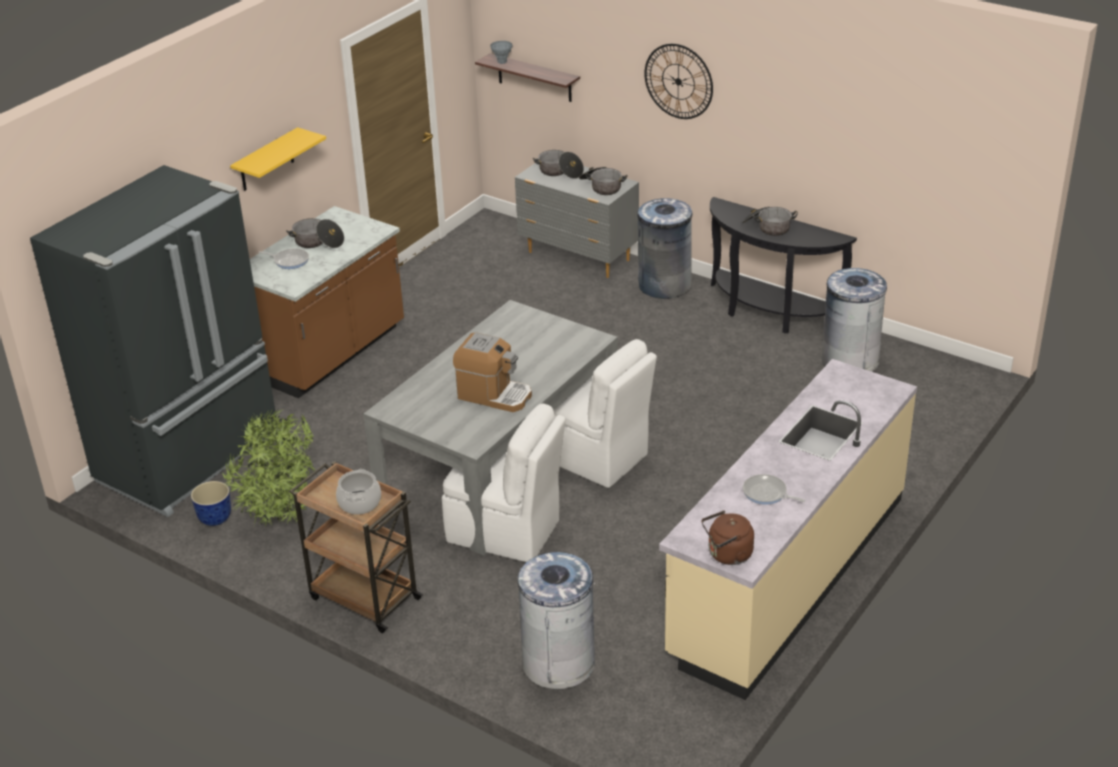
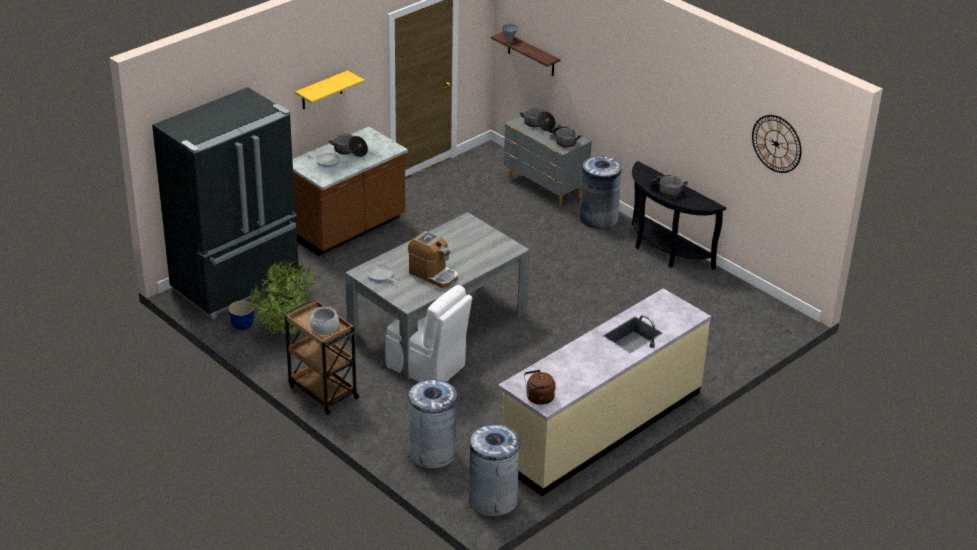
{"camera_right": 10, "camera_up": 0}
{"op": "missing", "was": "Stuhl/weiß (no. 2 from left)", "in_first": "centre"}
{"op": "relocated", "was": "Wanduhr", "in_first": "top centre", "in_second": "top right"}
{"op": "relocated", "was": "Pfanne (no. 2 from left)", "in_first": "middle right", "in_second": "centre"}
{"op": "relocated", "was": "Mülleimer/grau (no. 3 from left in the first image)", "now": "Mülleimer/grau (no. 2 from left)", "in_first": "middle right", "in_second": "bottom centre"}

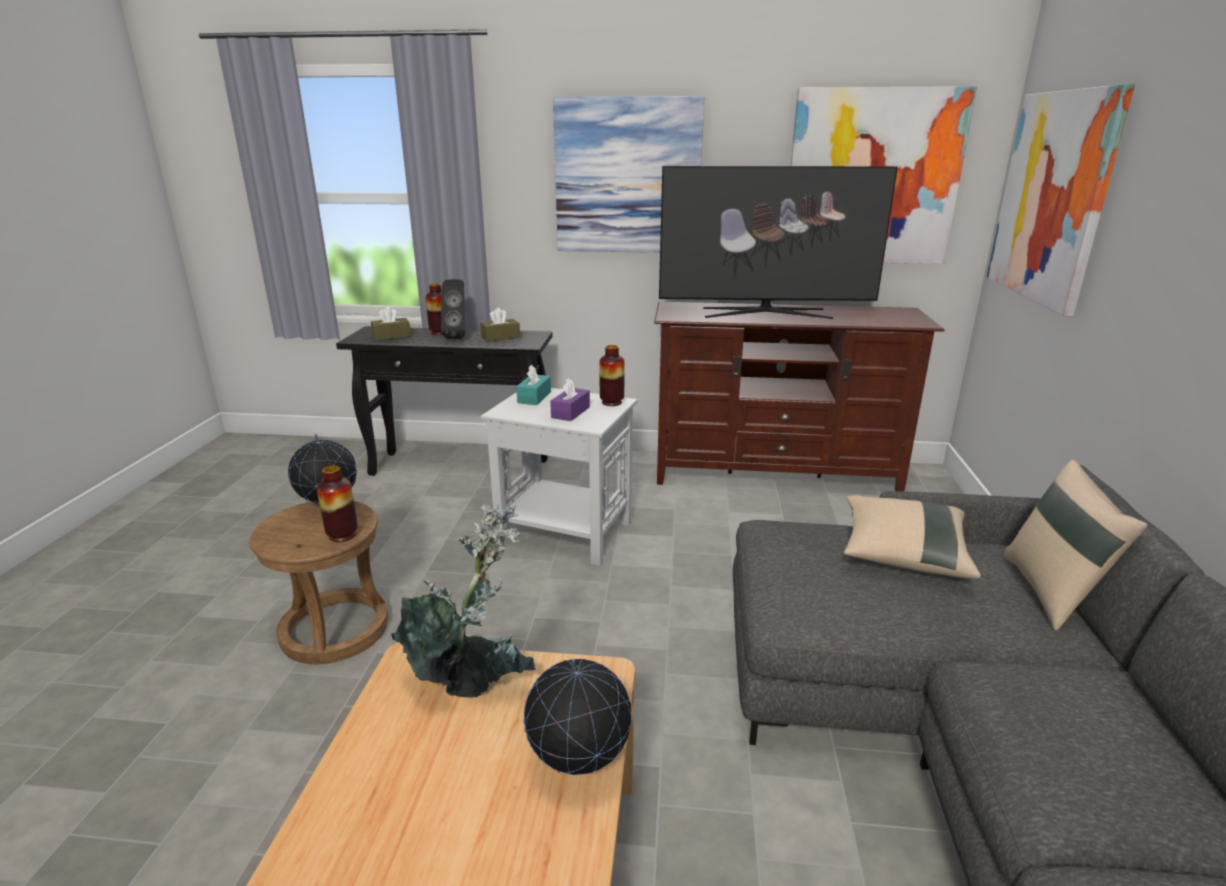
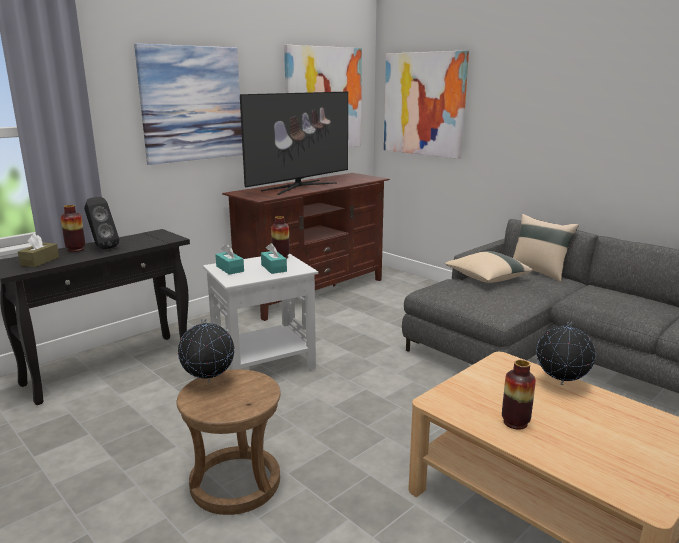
{"camera_right": -50, "camera_up": -5}
{"op": "relocated", "was": "Vase (no. 1 from left in the first image)", "now": "Vase (no. 3 from left)", "in_first": "middle left", "in_second": "bottom right"}
{"op": "missing", "was": "Topfpflanze", "in_first": "bottom centre"}
{"op": "missing", "was": "Taschentuchbox/braun (no. 2 from left)", "in_first": "centre"}
{"op": "colour", "was": "Taschentuchbox/lila", "now": "Taschentuchbox/türkis (no. 2 from left)", "in_first": "centre", "in_second": "centre"}

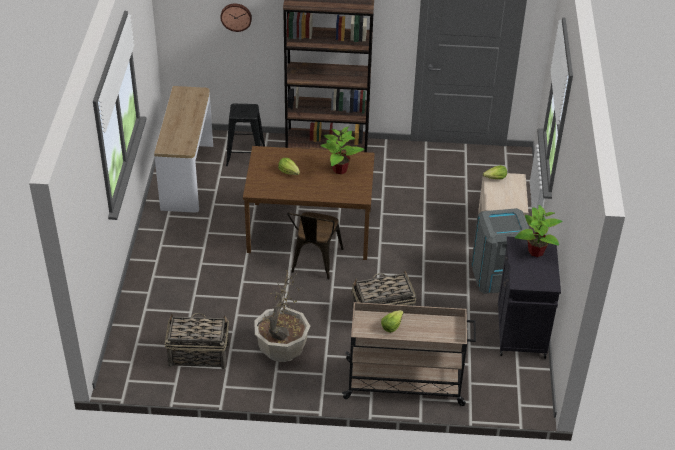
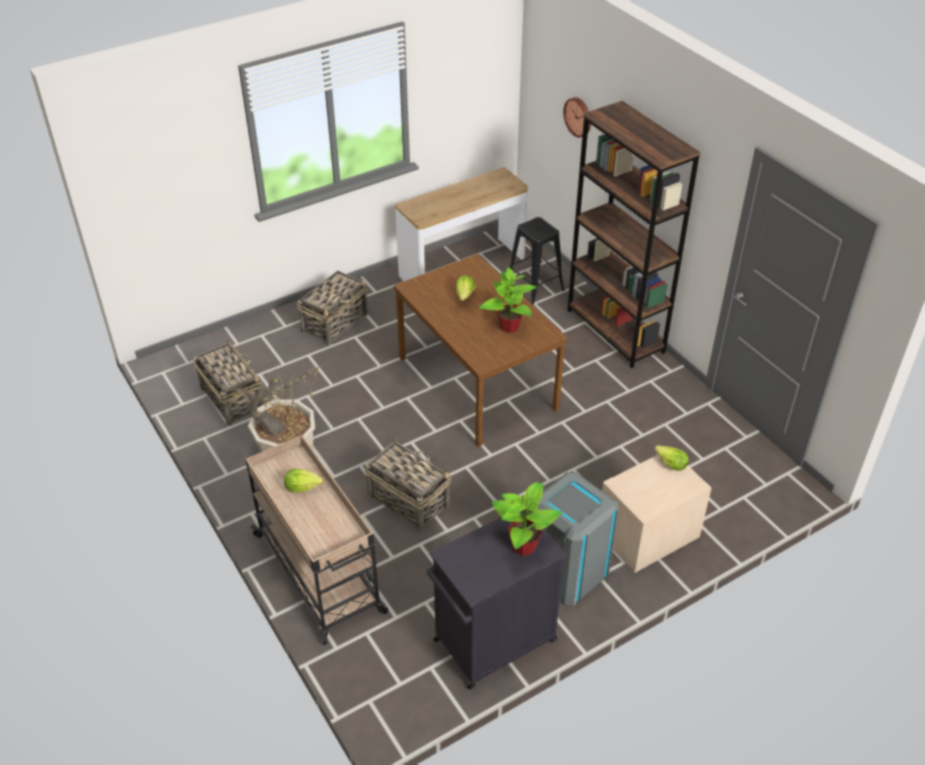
{"camera_right": 55, "camera_up": 0}
{"op": "missing", "was": "Stuhl/braun", "in_first": "centre"}
{"op": "appeared", "now": "Korb (no. 2 from left)", "in_second": "centre"}

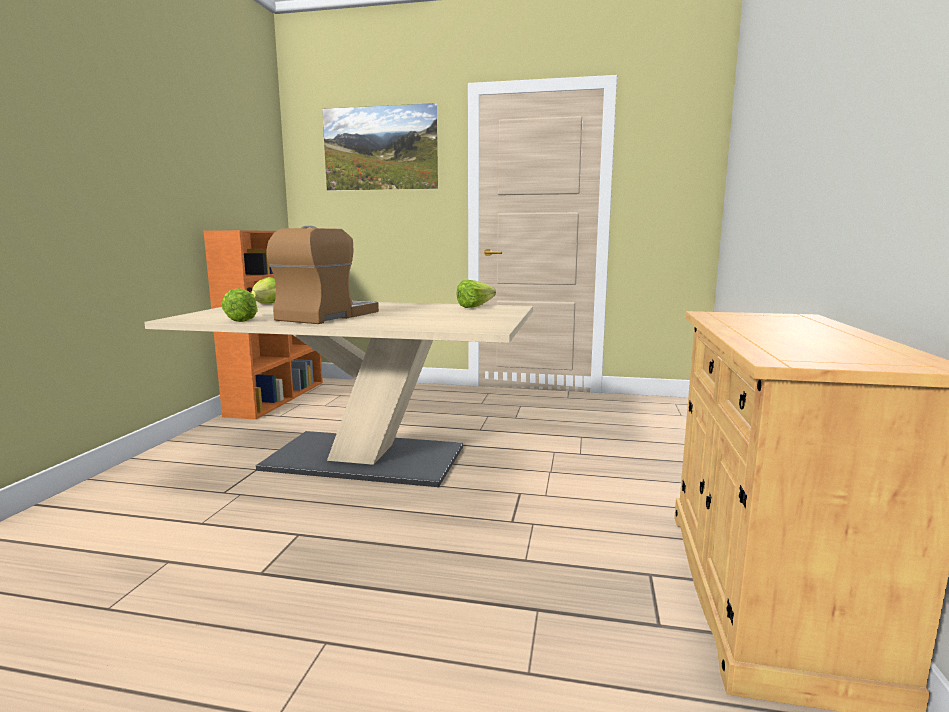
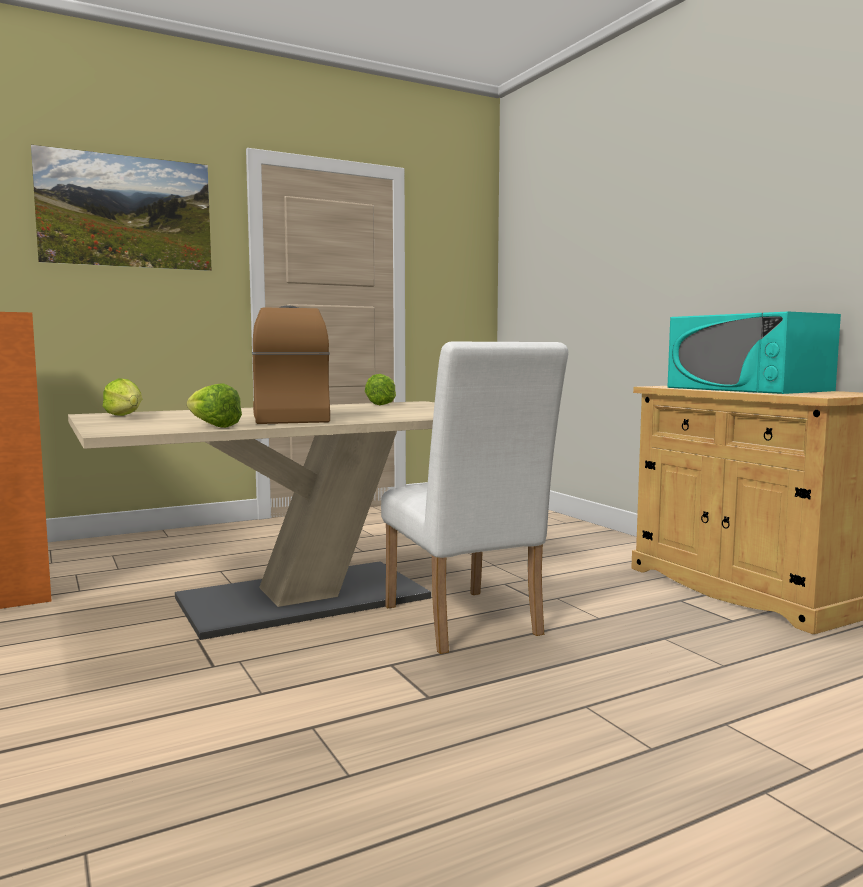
{"camera_right": -40, "camera_up": -5}
{"op": "appeared", "now": "Stuhl/weiß", "in_second": "centre"}
{"op": "appeared", "now": "Mikrowelle/türkis", "in_second": "middle right"}

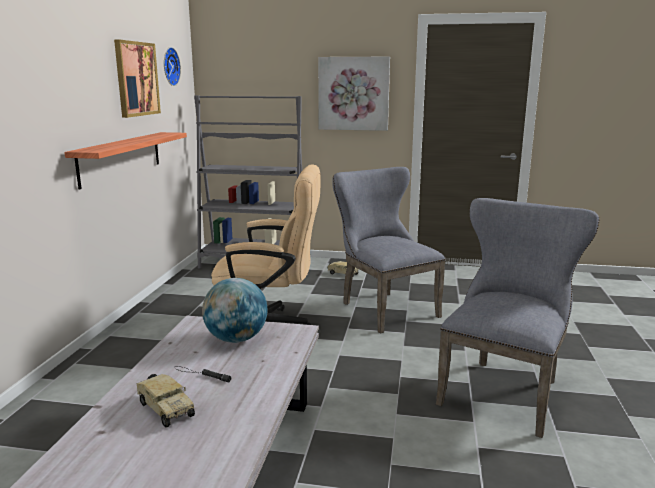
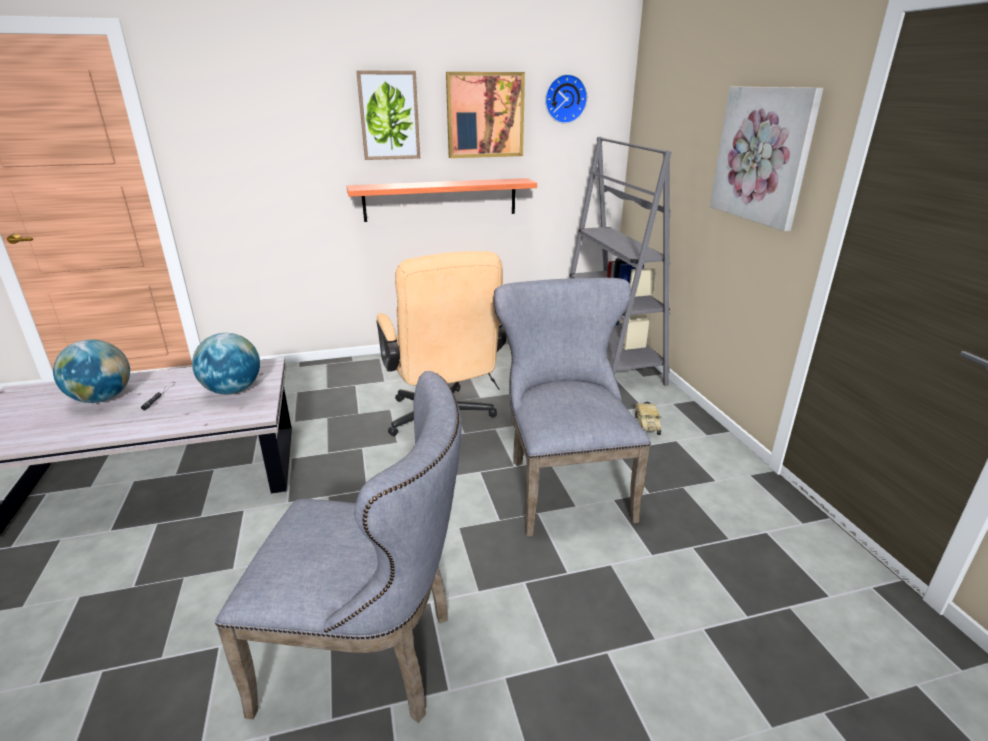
{"camera_right": 65, "camera_up": 10}
{"op": "exchanged", "was": "Spielzeuglaster (no. 1 from left)", "now": "Globus (no. 1 from left)", "in_first": "bottom left", "in_second": "middle left"}
{"op": "spun", "was": "Stuhl/grau (no. 1 from left in the first image)", "in_first": "centre", "in_second": "centre", "clockwise": -45}
{"op": "appeared", "now": "Bild (no. 1 from left)", "in_second": "top centre"}

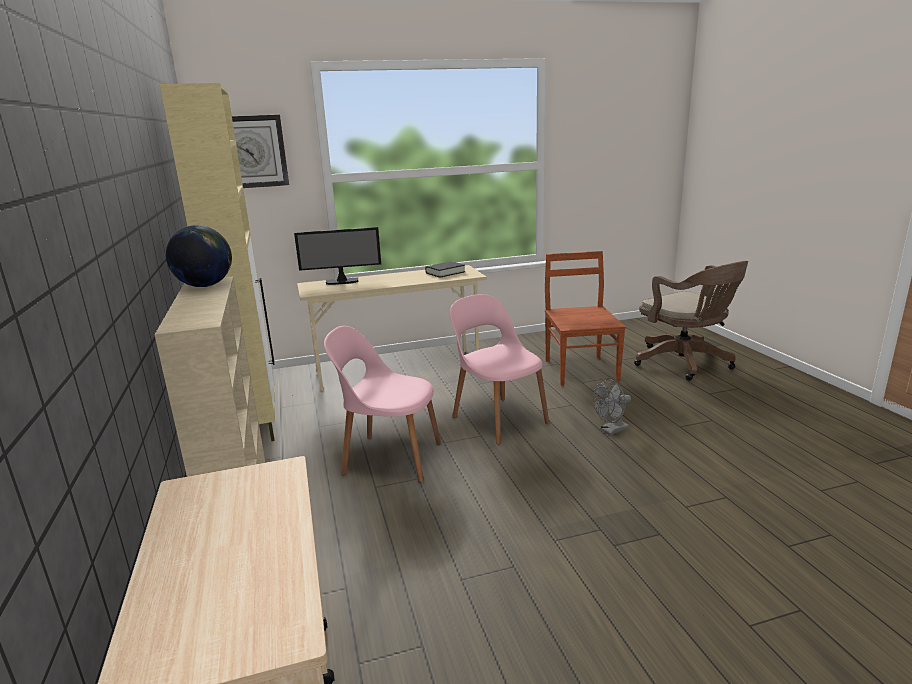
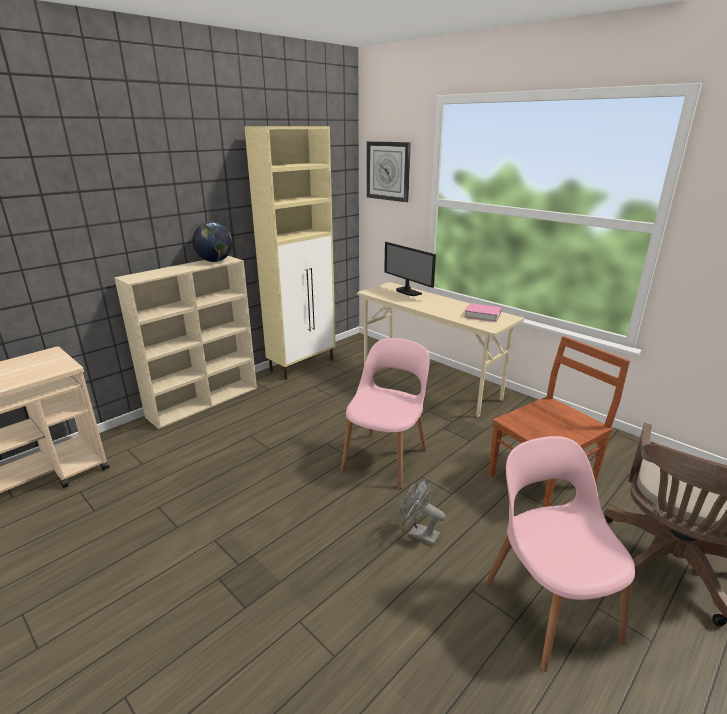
{"camera_right": 60, "camera_up": 5}
{"op": "relocated", "was": "Stuhl/rosa (no. 1 from left in the first image)", "now": "Stuhl/rosa (no. 2 from left)", "in_first": "centre", "in_second": "bottom right"}
{"op": "colour", "was": "Buch/schwarz", "now": "Buch/rosa", "in_first": "centre", "in_second": "centre"}

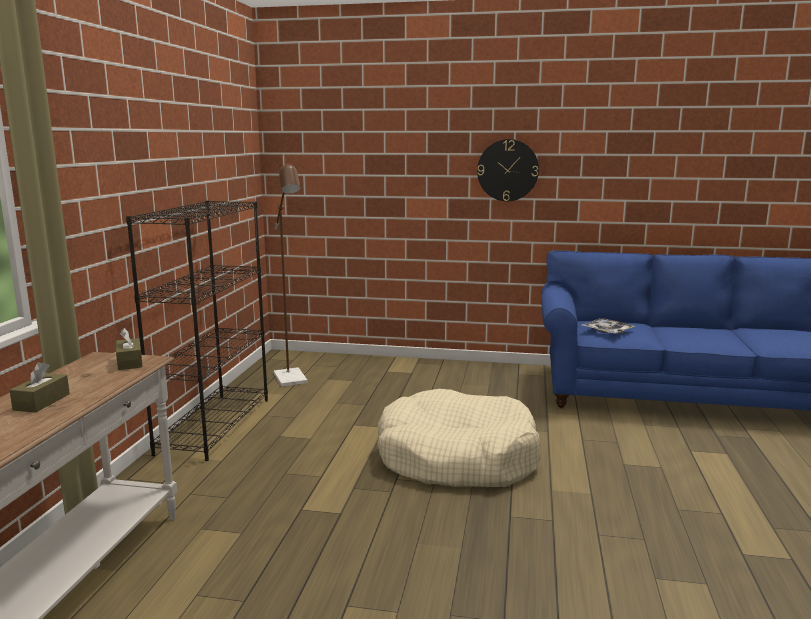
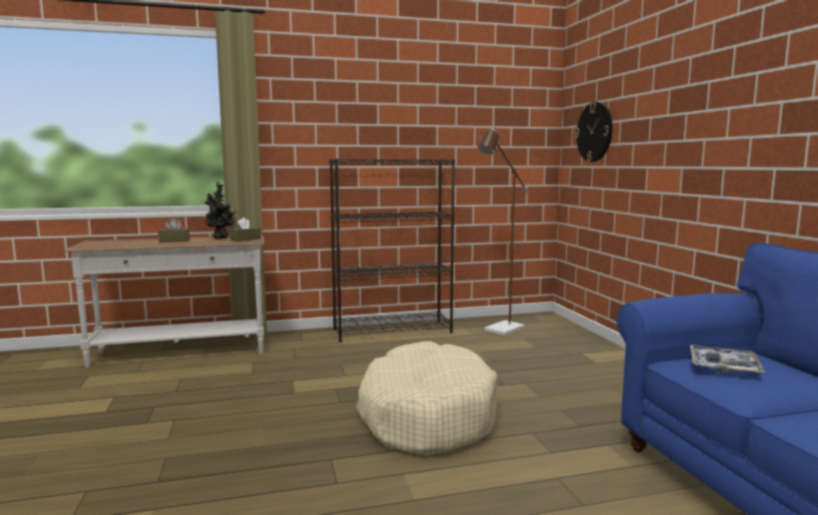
{"camera_right": 65, "camera_up": -5}
{"op": "relocated", "was": "Wanduhr", "in_first": "top centre", "in_second": "top right"}
{"op": "appeared", "now": "Topfpflanze", "in_second": "middle left"}

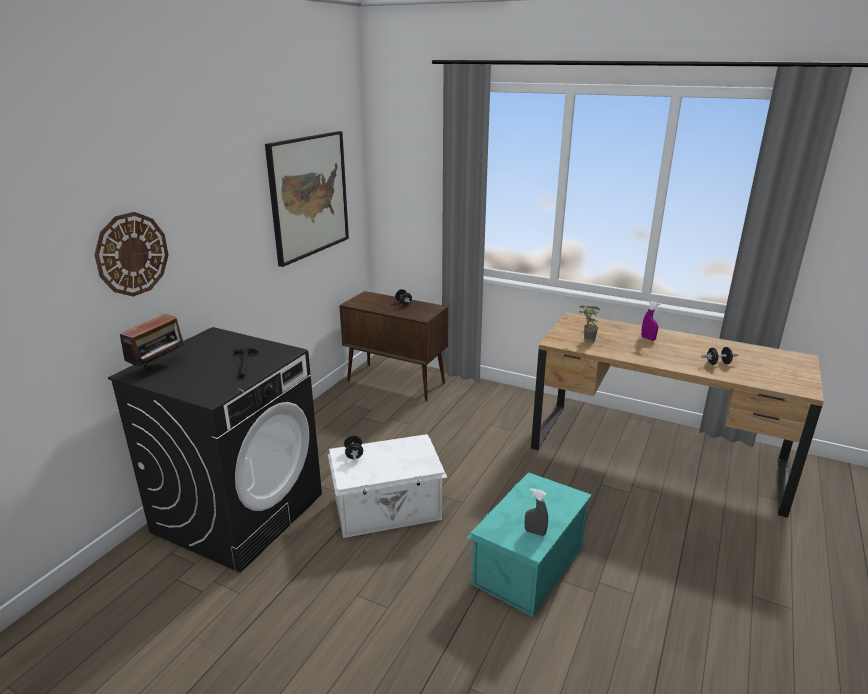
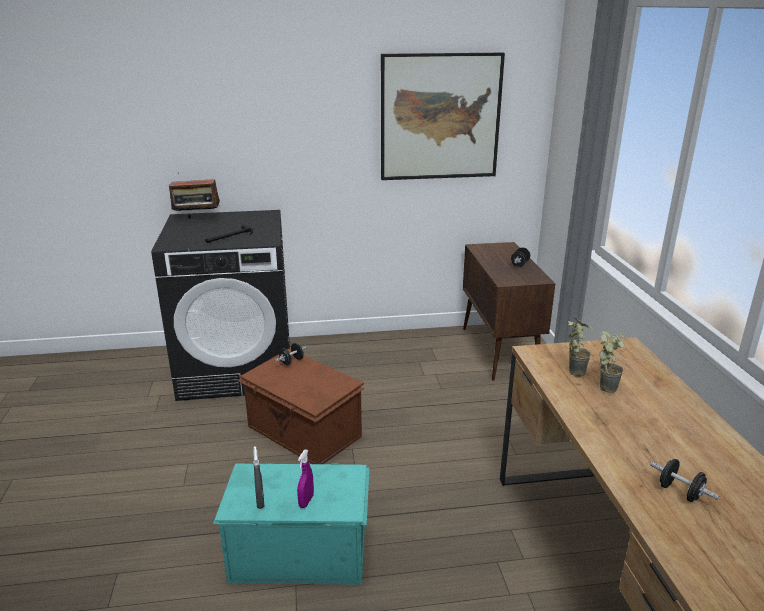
{"camera_right": 55, "camera_up": 0}
{"op": "missing", "was": "Wanduhr", "in_first": "middle left"}
{"op": "colour", "was": "Aufbewahrungsbox/weiß", "now": "Aufbewahrungsbox/braun", "in_first": "bottom centre", "in_second": "centre"}
{"op": "relocated", "was": "Sprühflasche/lila", "in_first": "middle right", "in_second": "bottom centre"}
{"op": "appeared", "now": "Topfpflanze (no. 2 from left)", "in_second": "middle right"}

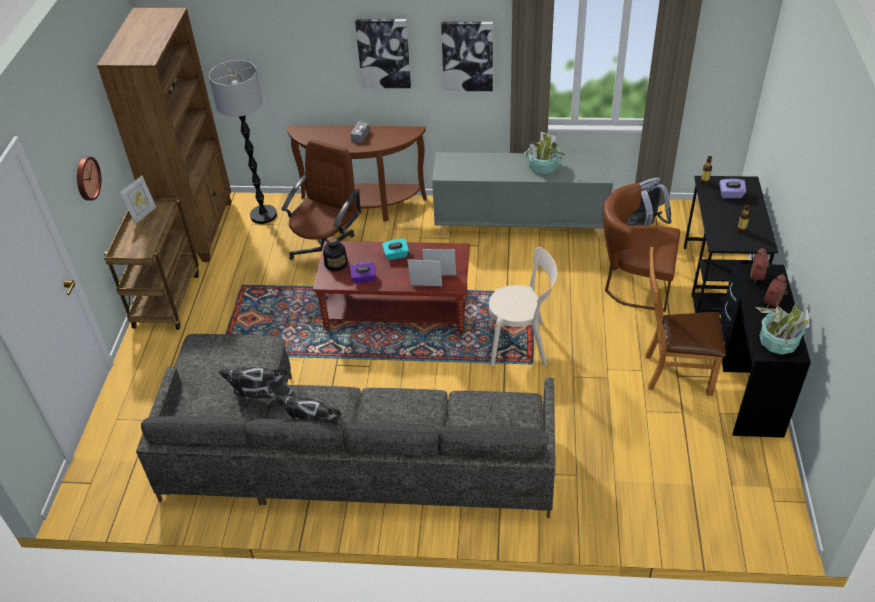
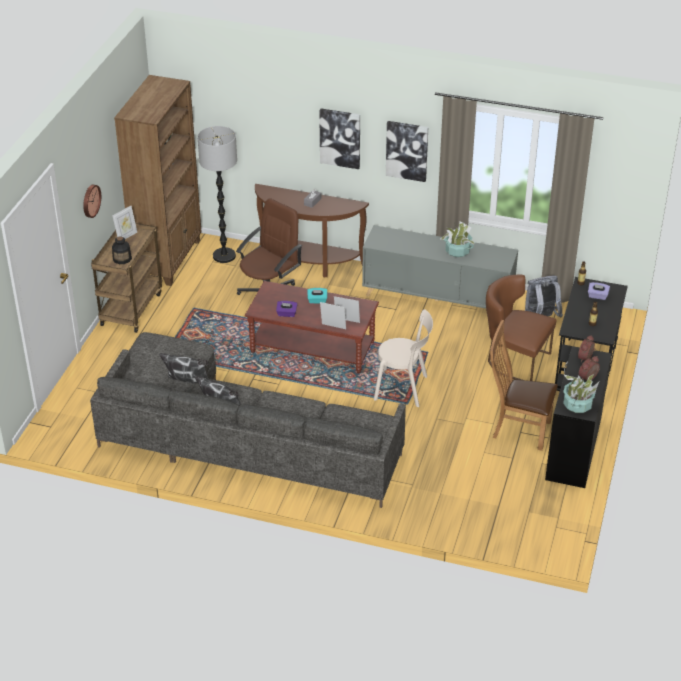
{"camera_right": 10, "camera_up": -5}
{"op": "relocated", "was": "Flasche (no. 1 from left)", "in_first": "centre", "in_second": "middle left"}

